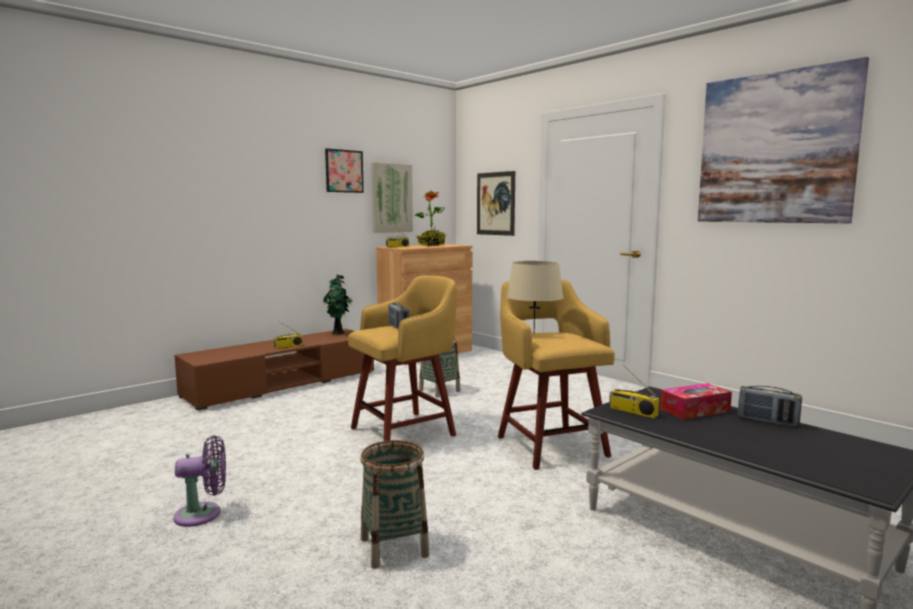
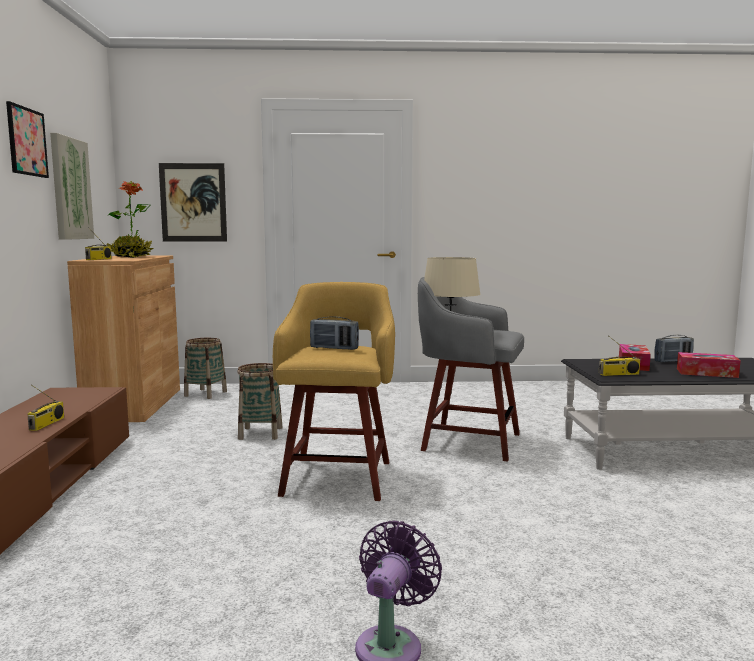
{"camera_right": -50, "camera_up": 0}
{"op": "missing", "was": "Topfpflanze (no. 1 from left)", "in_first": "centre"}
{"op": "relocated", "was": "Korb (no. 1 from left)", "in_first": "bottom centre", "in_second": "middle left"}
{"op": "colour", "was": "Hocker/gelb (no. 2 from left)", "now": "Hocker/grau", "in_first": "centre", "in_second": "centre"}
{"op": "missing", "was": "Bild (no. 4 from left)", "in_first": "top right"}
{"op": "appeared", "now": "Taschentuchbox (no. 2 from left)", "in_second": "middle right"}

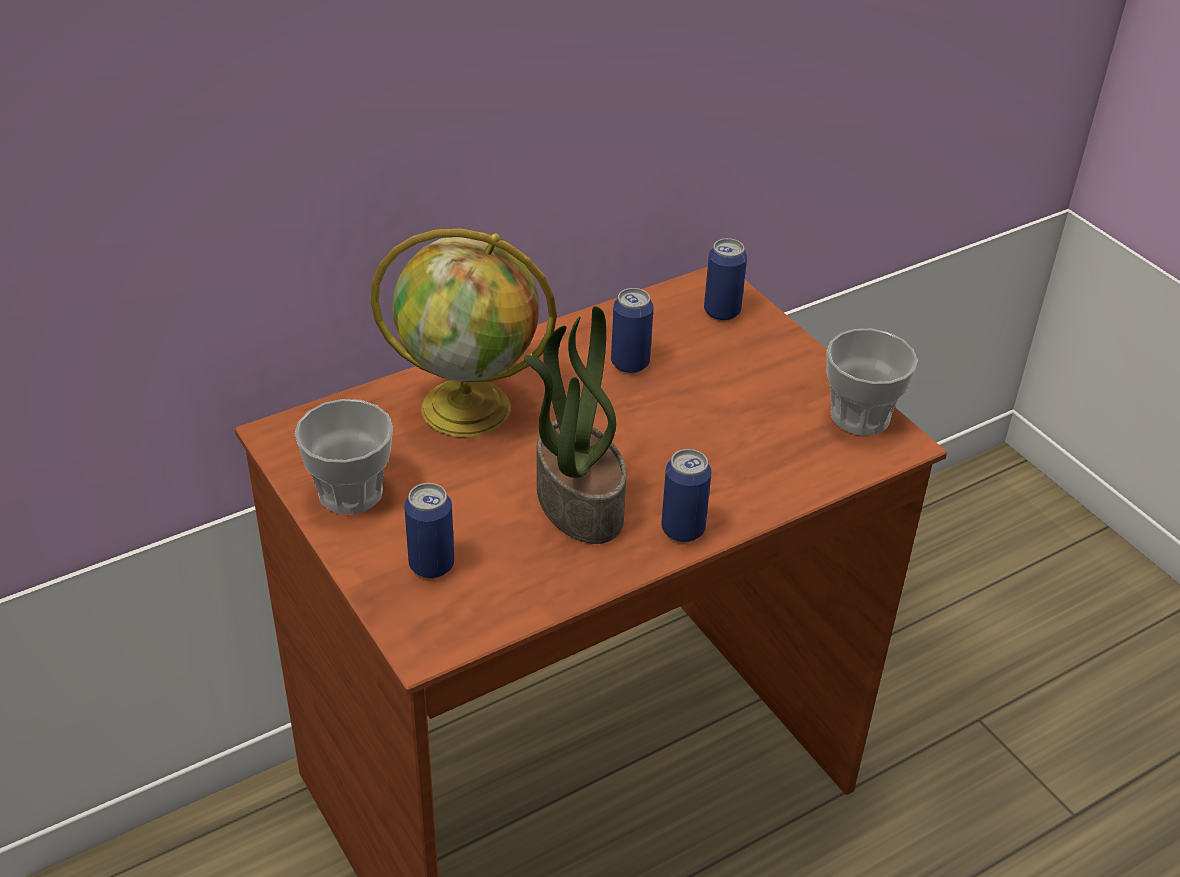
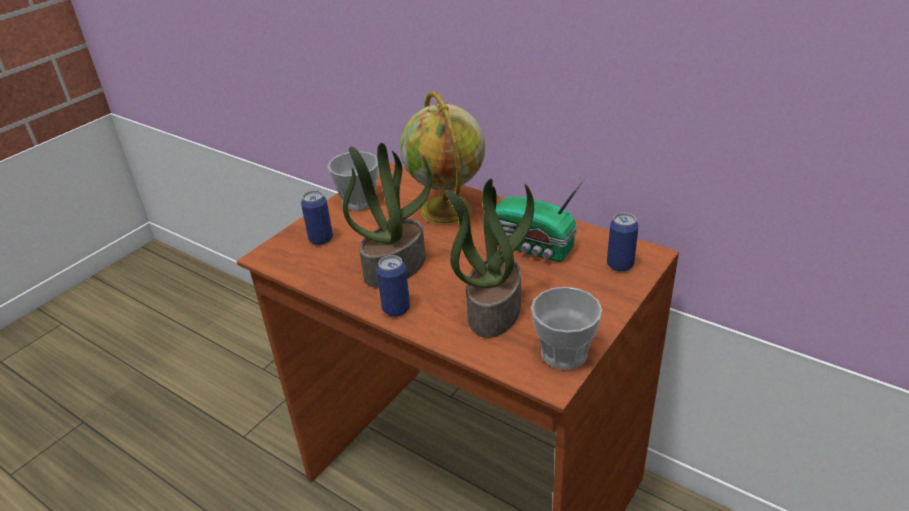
{"camera_right": 70, "camera_up": -5}
{"op": "exchanged", "was": "Dose (no. 2 from left)", "now": "Radio", "in_first": "centre", "in_second": "centre"}
{"op": "appeared", "now": "Topfpflanze (no. 2 from left)", "in_second": "centre"}

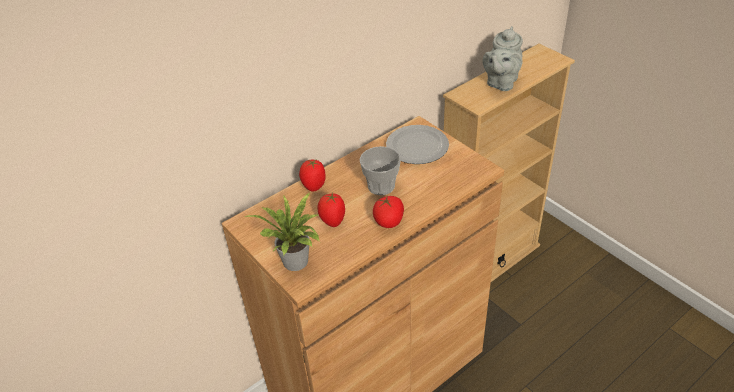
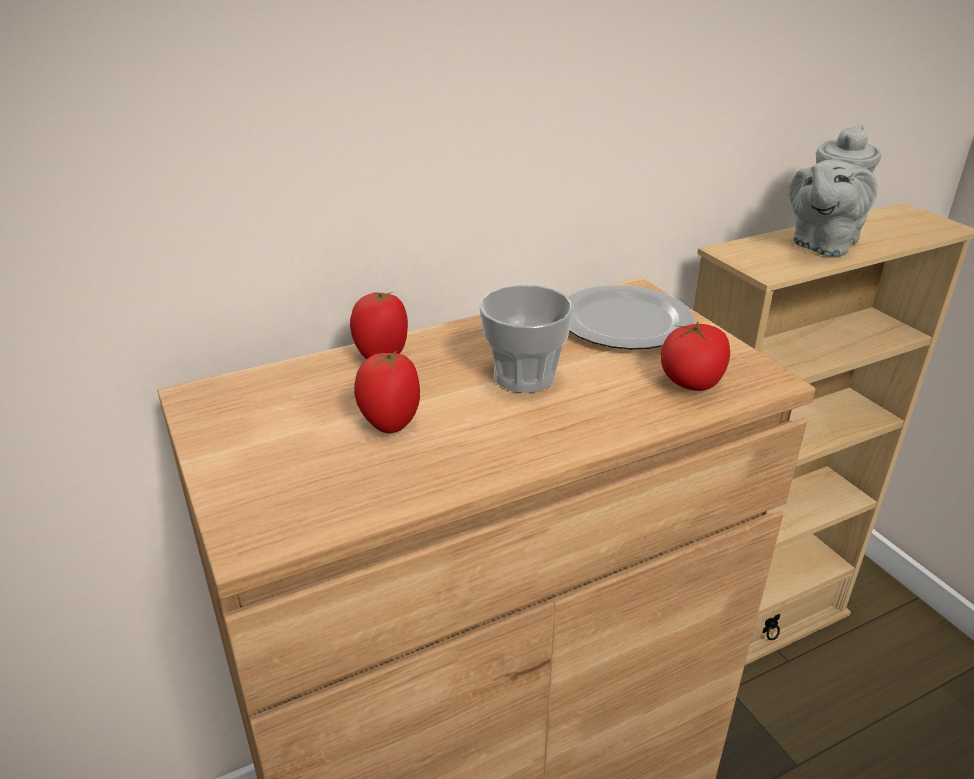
{"camera_right": 10, "camera_up": -10}
{"op": "missing", "was": "Topfpflanze", "in_first": "centre"}
{"op": "relocated", "was": "Tomate (no. 3 from left)", "in_first": "centre", "in_second": "middle right"}

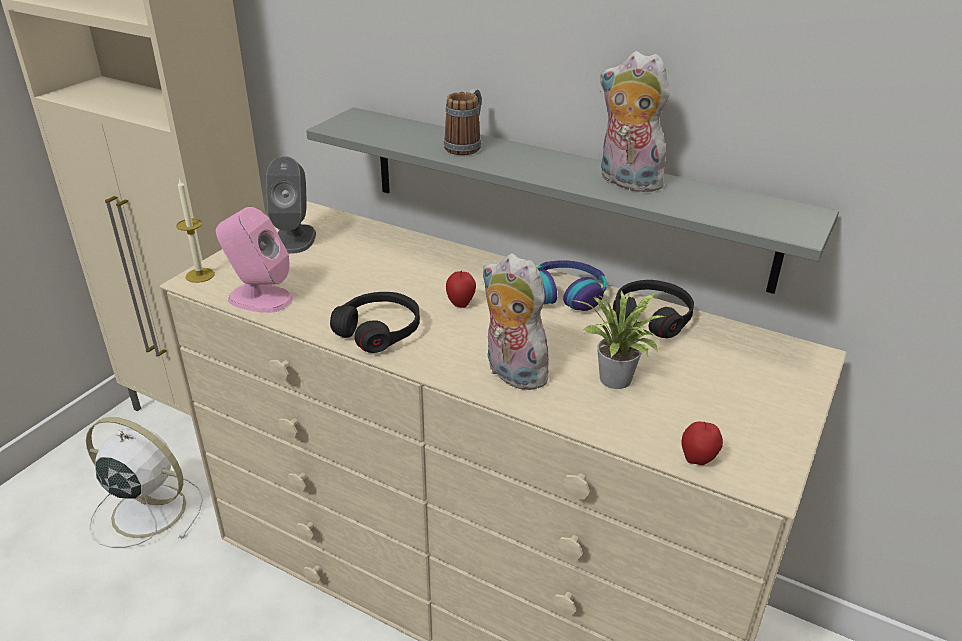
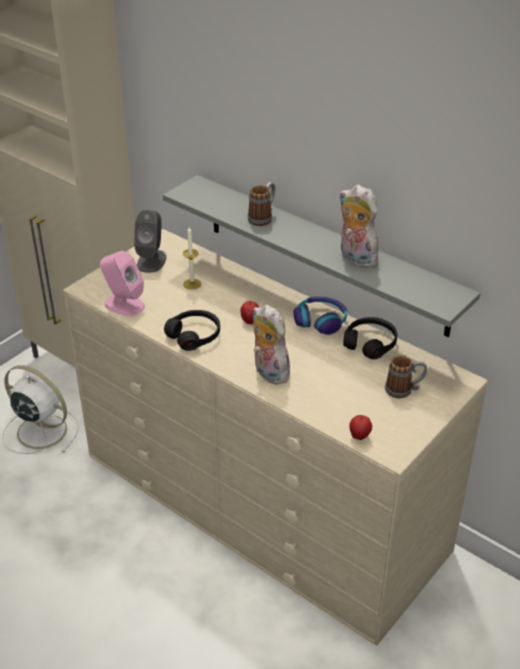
{"camera_right": 10, "camera_up": 5}
{"op": "relocated", "was": "Kerze", "in_first": "middle left", "in_second": "centre"}
{"op": "missing", "was": "Topfpflanze", "in_first": "centre"}
{"op": "appeared", "now": "Henkelbecher (no. 2 from left)", "in_second": "middle right"}

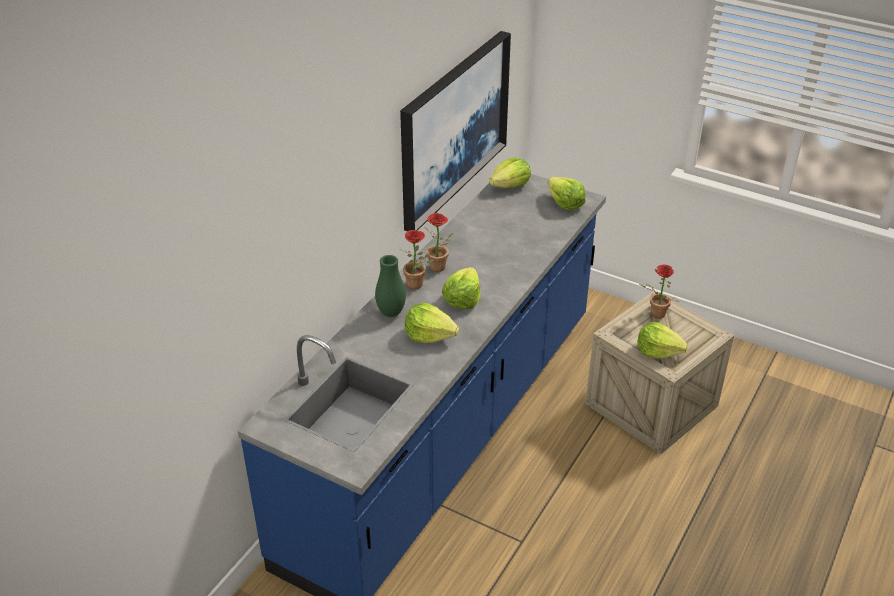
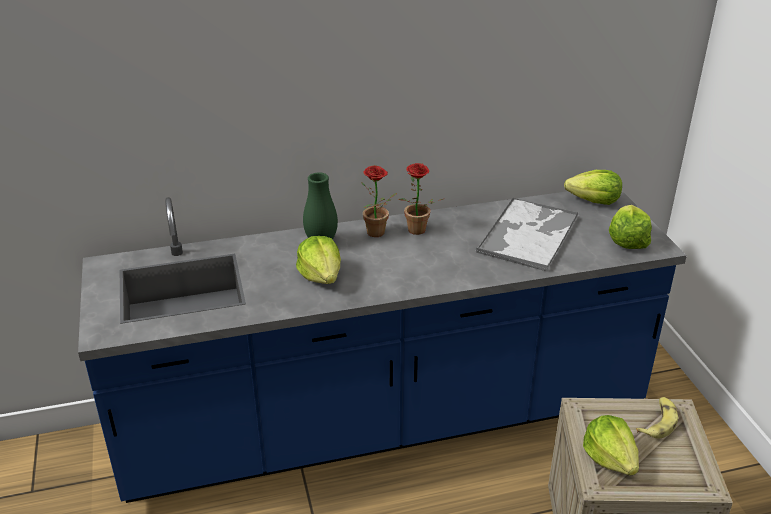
{"camera_right": 45, "camera_up": -5}
{"op": "missing", "was": "Bild", "in_first": "top centre"}
{"op": "missing", "was": "Salatkopf (no. 2 from left)", "in_first": "centre"}
{"op": "exchanged", "was": "Topfpflanze (no. 3 from left)", "now": "Banane", "in_first": "middle right", "in_second": "bottom right"}
{"op": "appeared", "now": "Tablett", "in_second": "middle right"}

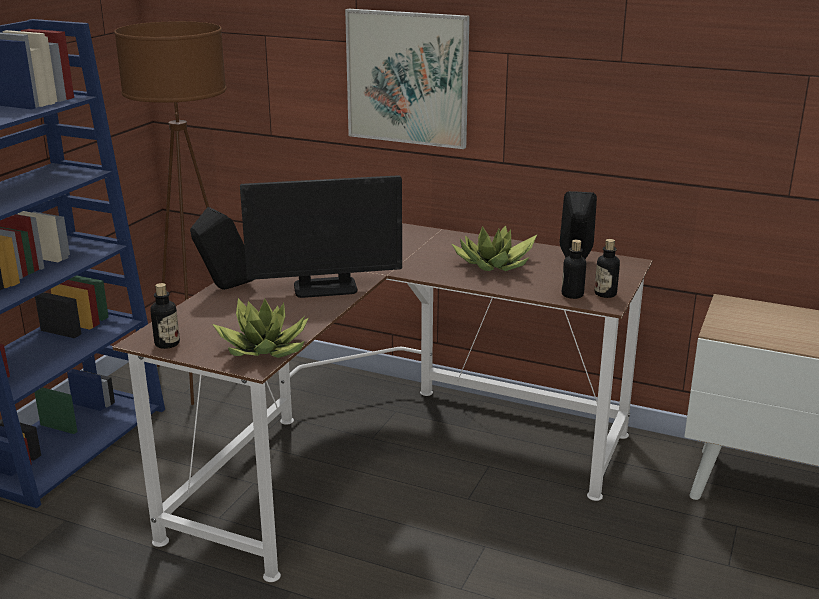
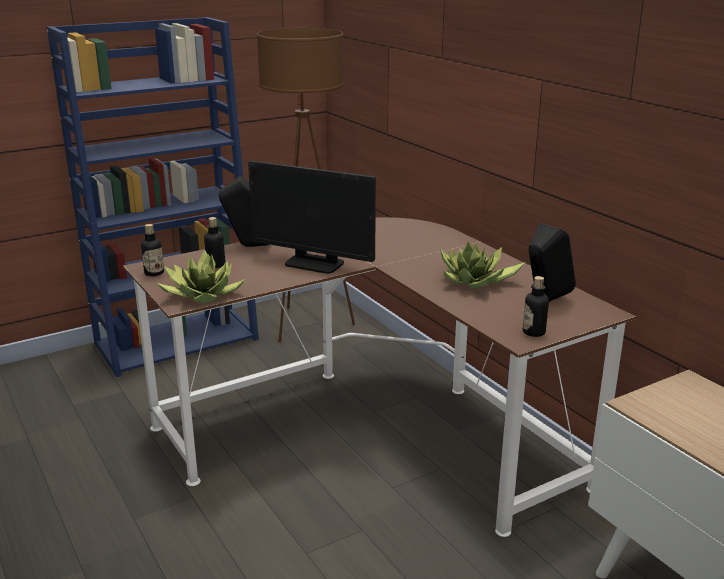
{"camera_right": 35, "camera_up": 0}
{"op": "missing", "was": "Bild", "in_first": "top centre"}
{"op": "relocated", "was": "Flasche (no. 2 from left)", "in_first": "middle right", "in_second": "middle left"}

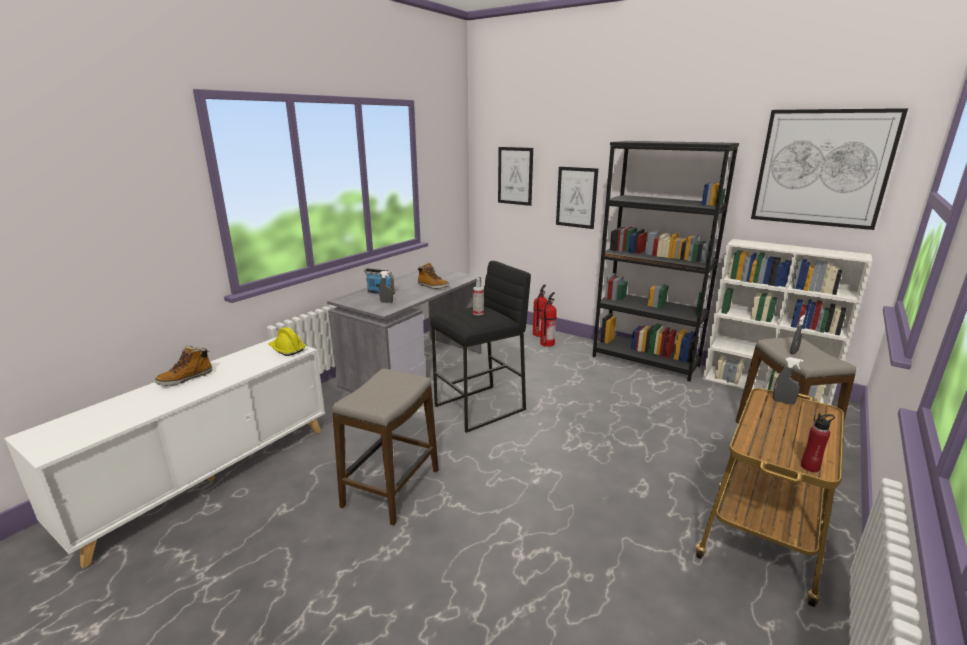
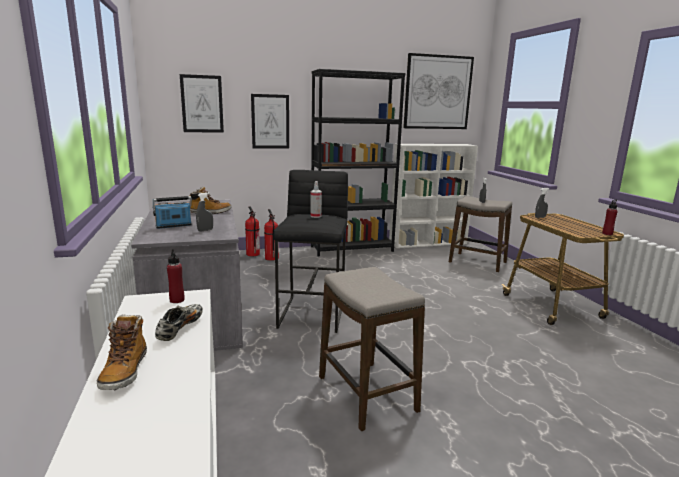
{"camera_right": -50, "camera_up": -5}
{"op": "exchanged", "was": "Schutzhelm/gelb", "now": "Flasche/rot (no. 1 from left)", "in_first": "middle left", "in_second": "middle left"}
{"op": "appeared", "now": "Schuh", "in_second": "bottom left"}

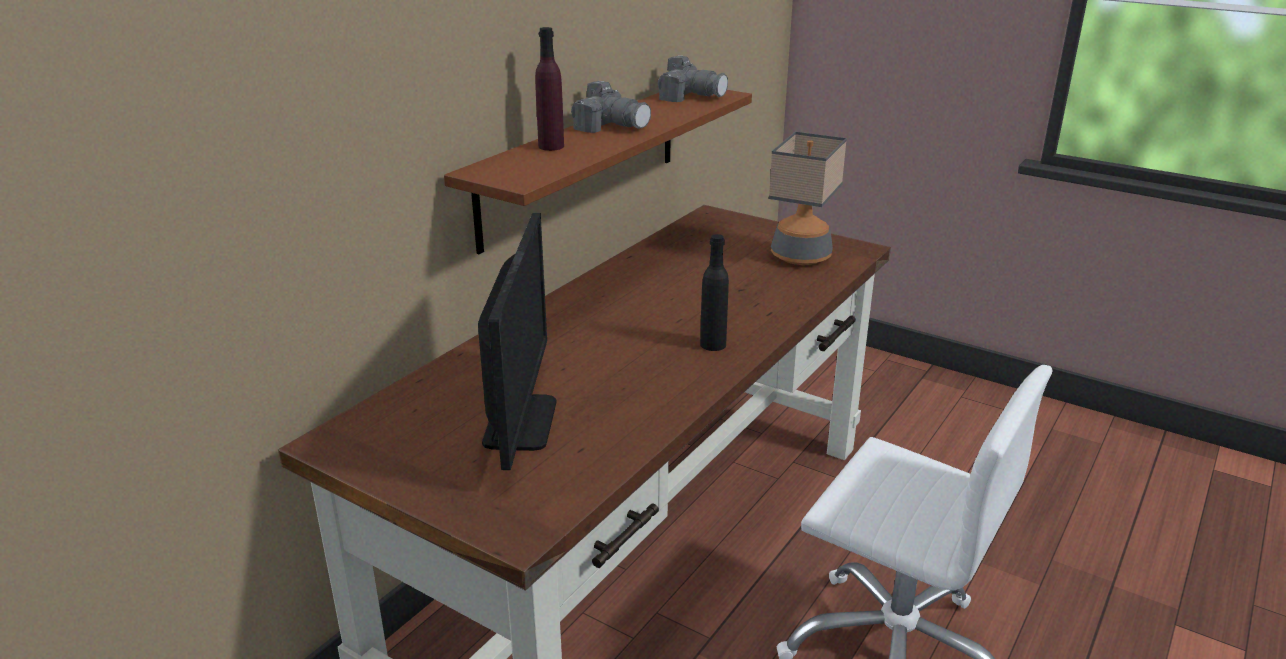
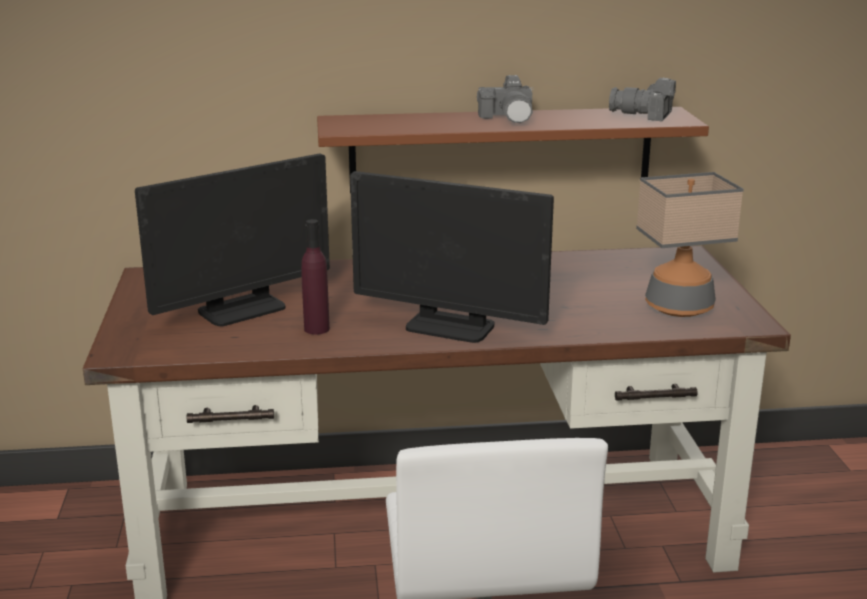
{"camera_right": 50, "camera_up": -5}
{"op": "relocated", "was": "Flasche/lila", "in_first": "top centre", "in_second": "centre"}
{"op": "spun", "was": "Kamera (no. 2 from left)", "in_first": "top centre", "in_second": "top right", "clockwise": 120}
{"op": "exchanged", "was": "Flasche/schwarz", "now": "Monitor (no. 2 from left)", "in_first": "centre", "in_second": "centre"}

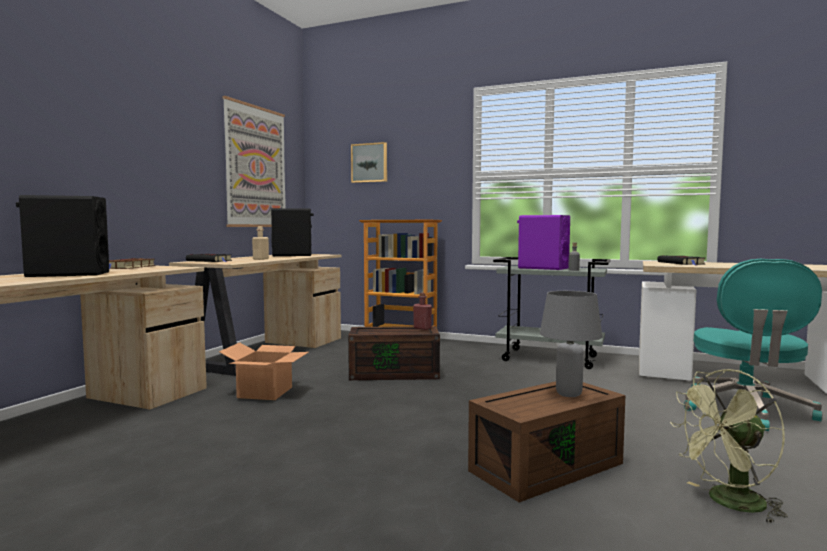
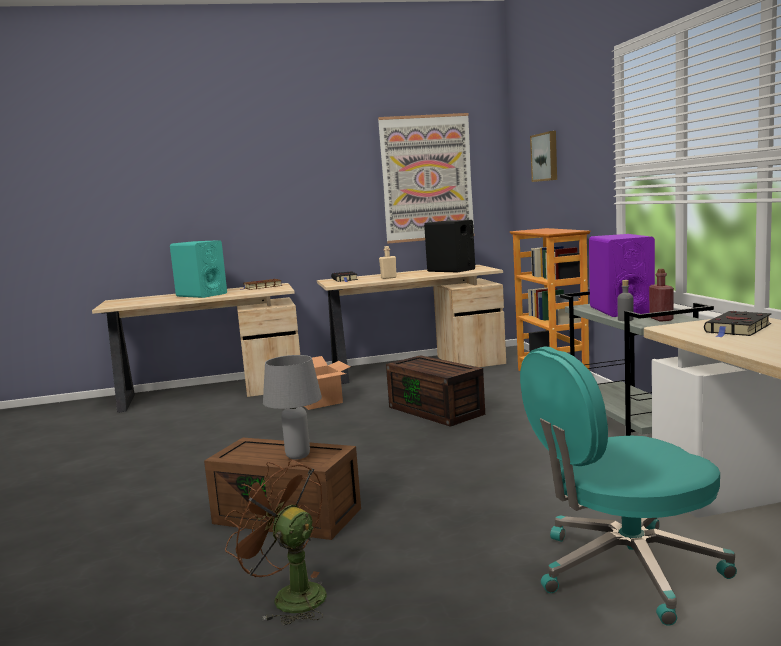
{"camera_right": 55, "camera_up": 5}
{"op": "colour", "was": "Lautsprecher/schwarz (no. 1 from left)", "now": "Lautsprecher/türkis", "in_first": "middle left", "in_second": "middle left"}
{"op": "relocated", "was": "Flasche/rot", "in_first": "centre", "in_second": "middle right"}
{"op": "colour", "was": "Ventilator/grün", "now": "Ventilator/braun", "in_first": "bottom right", "in_second": "bottom centre"}

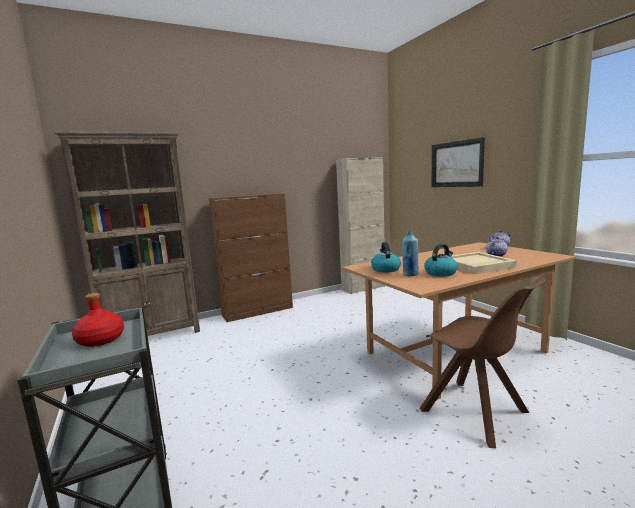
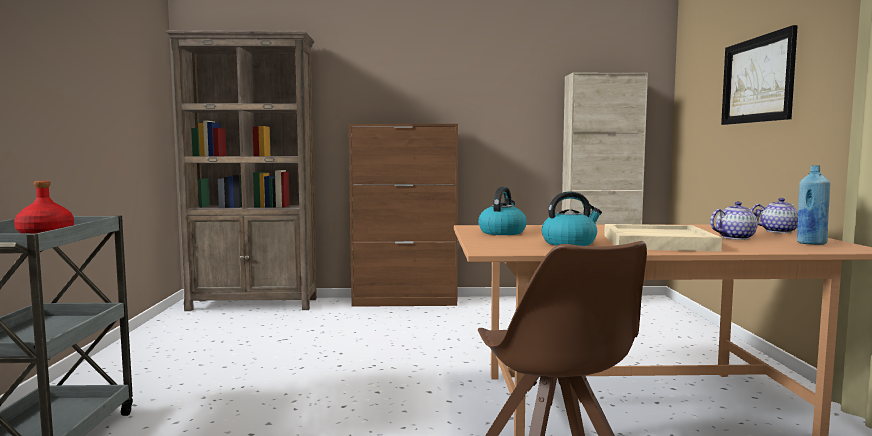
{"camera_right": 25, "camera_up": -5}
{"op": "relocated", "was": "Flasche/blau", "in_first": "centre", "in_second": "middle right"}

